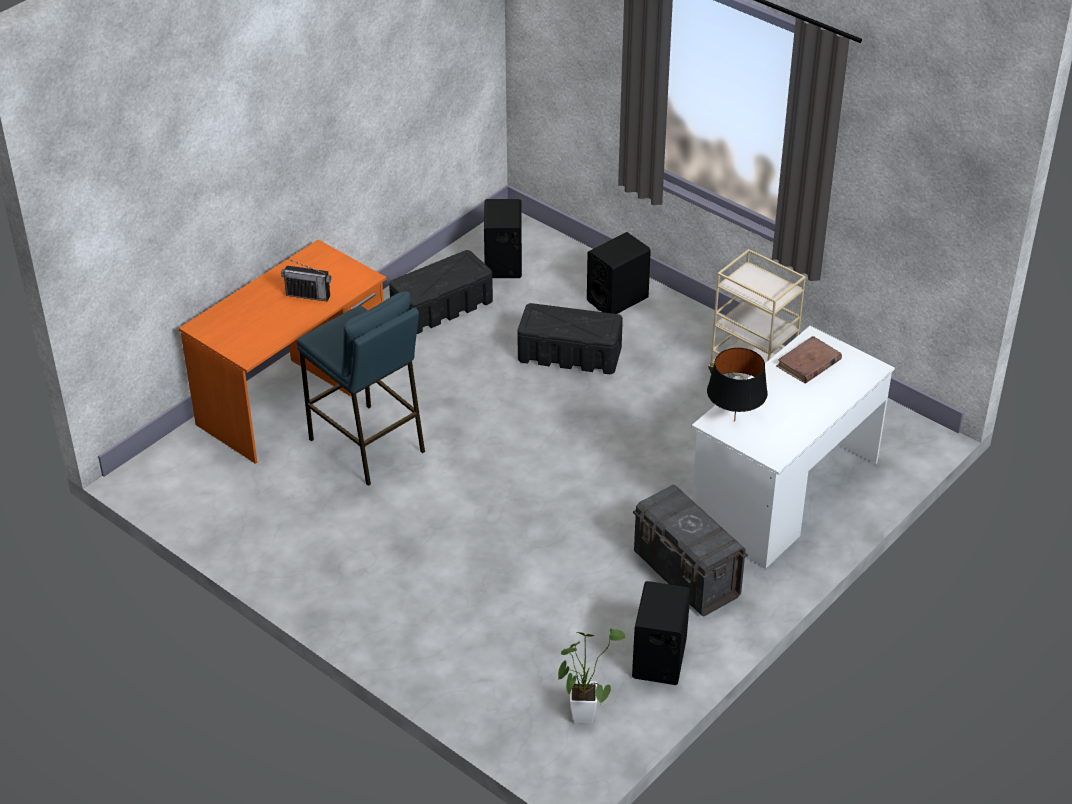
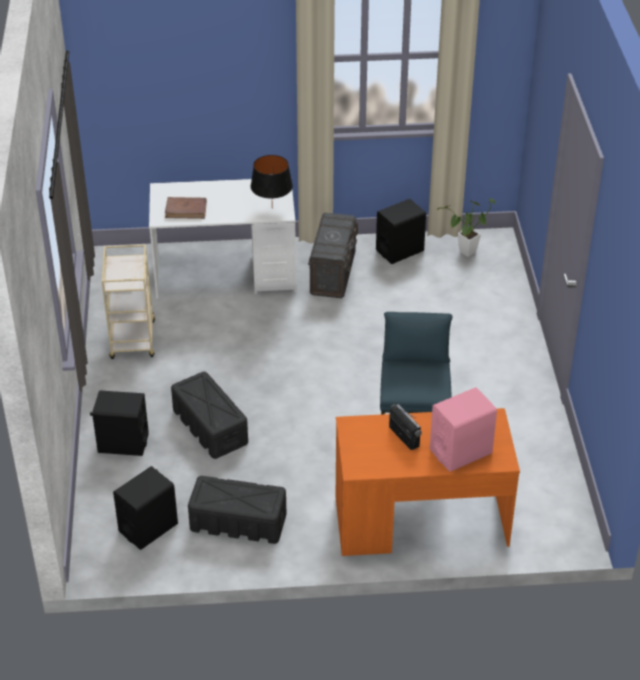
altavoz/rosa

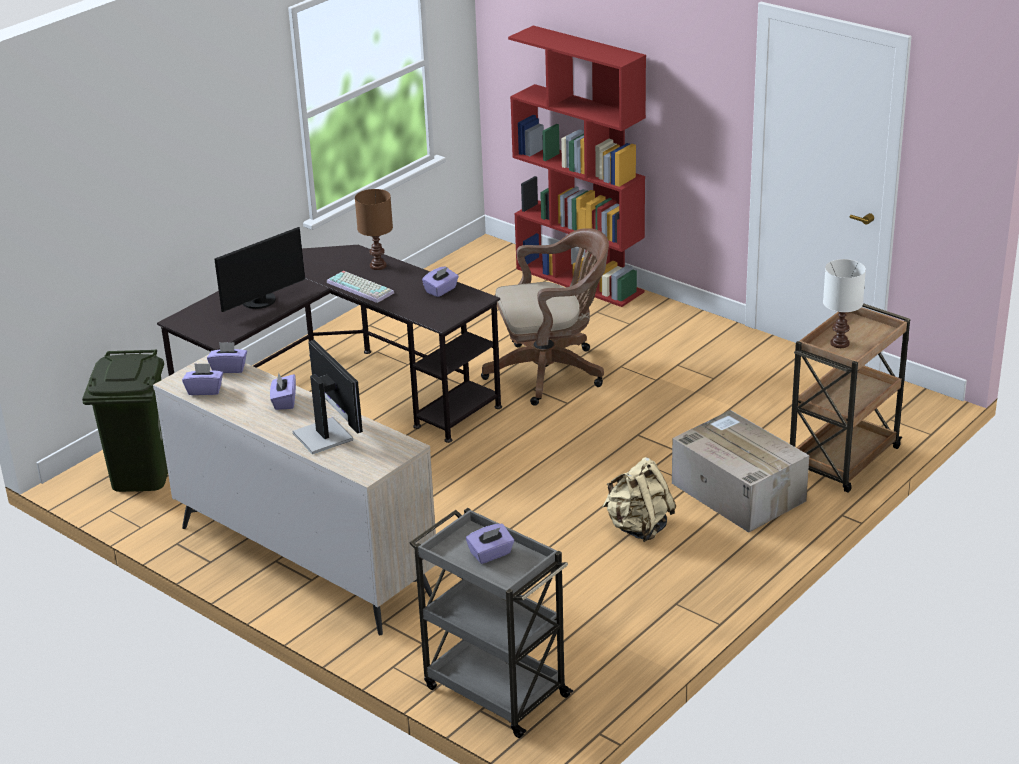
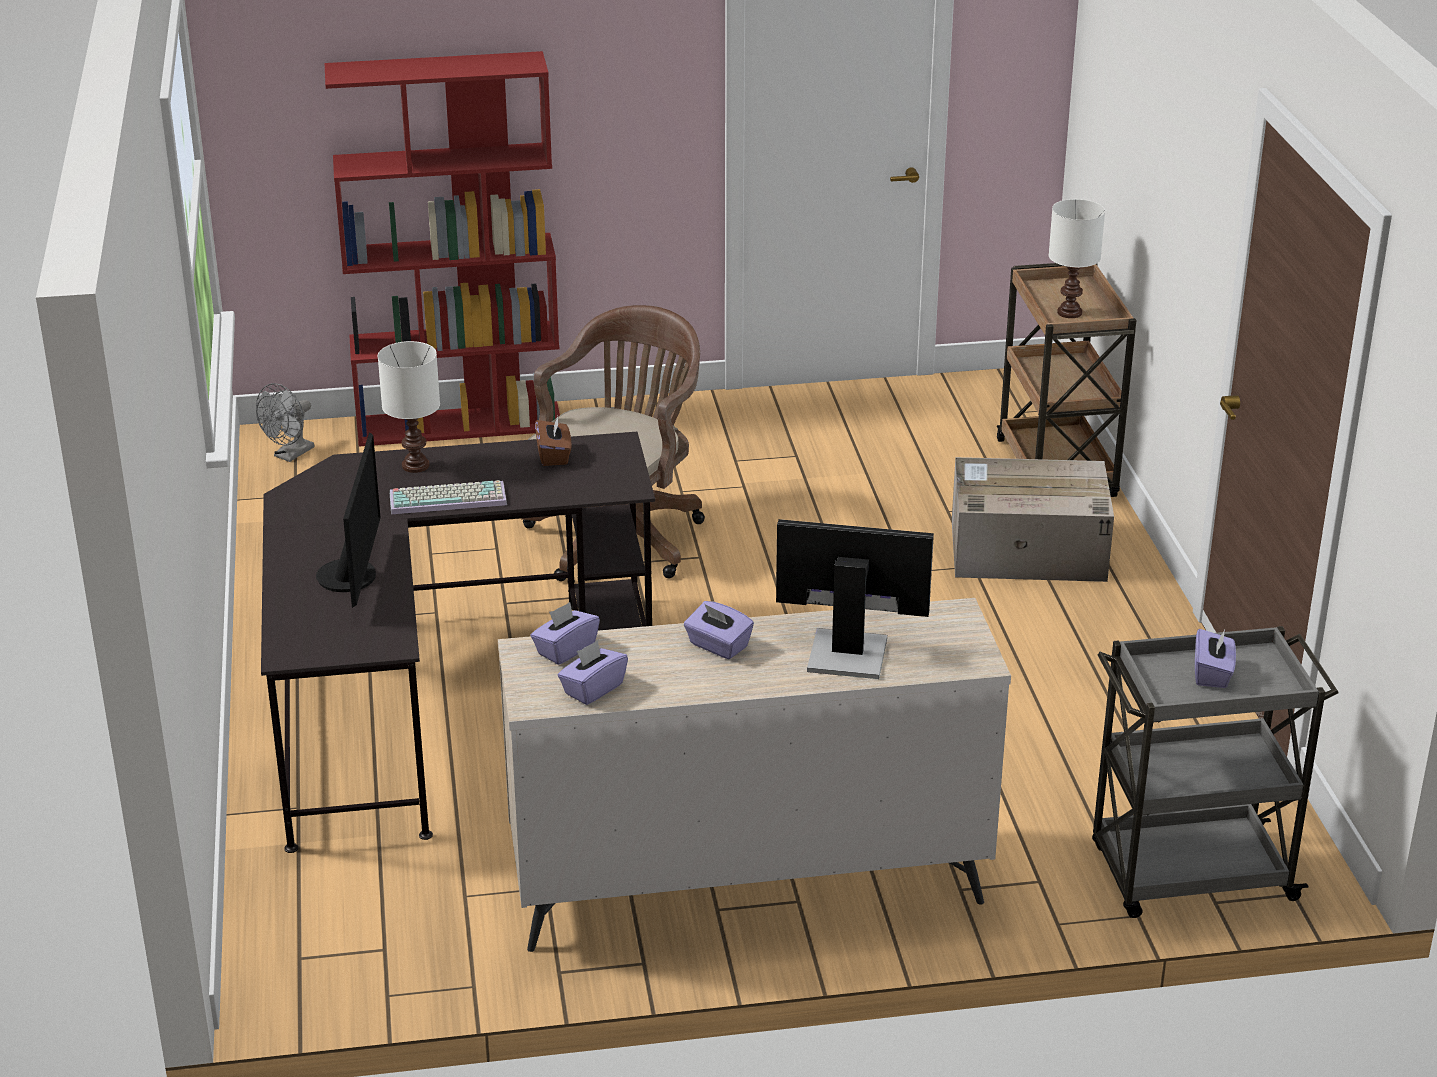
lámpara de mesa/blanco (no. 1 from left)
caja de pañuelos/marrón
papelera/verde
mochila/beis
ventilador/gris

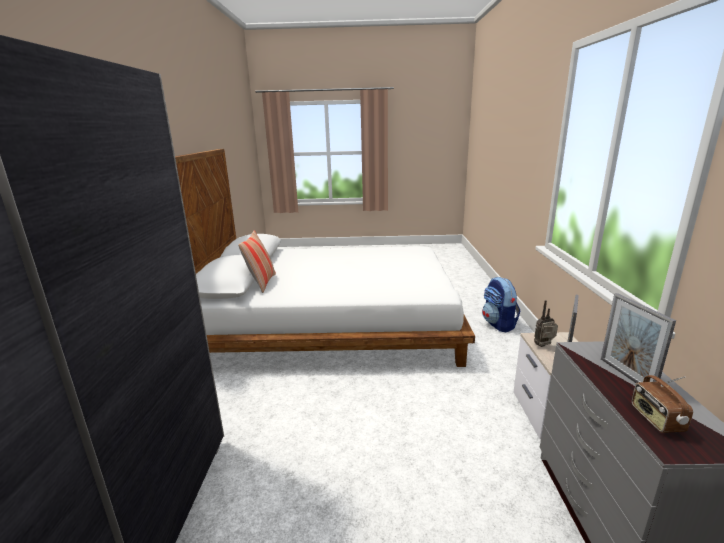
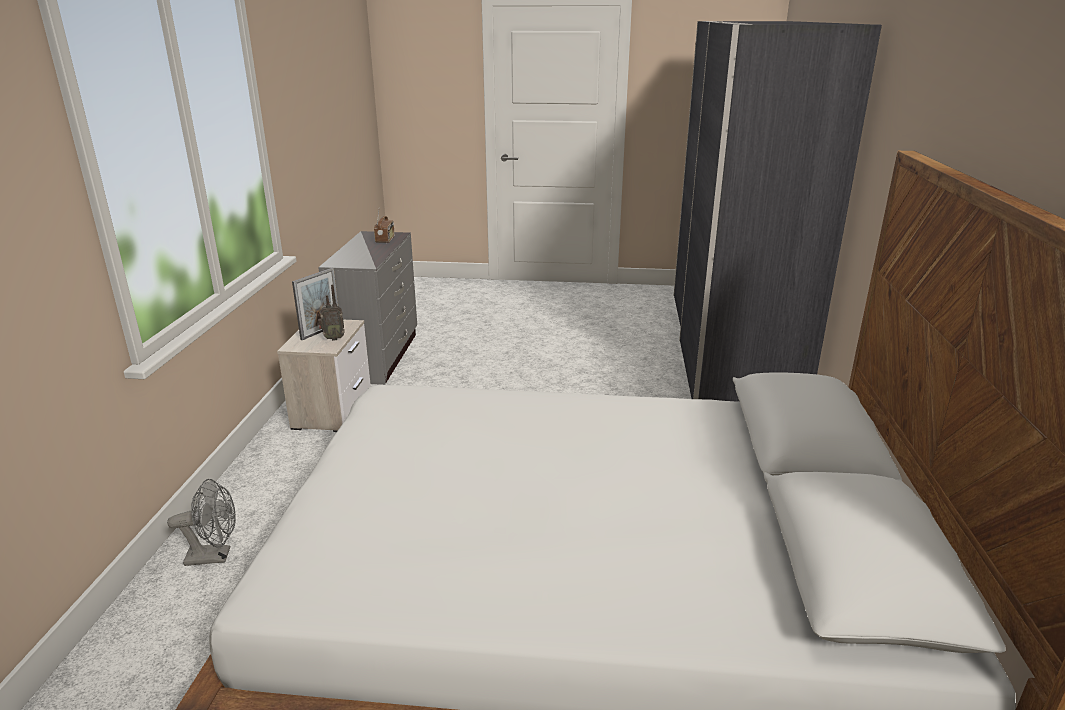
cojín
ventilador/gris
portarretratos (no. 2 from left in the first image)

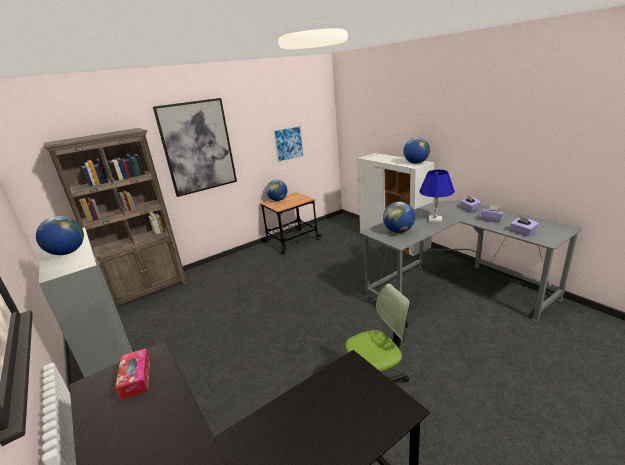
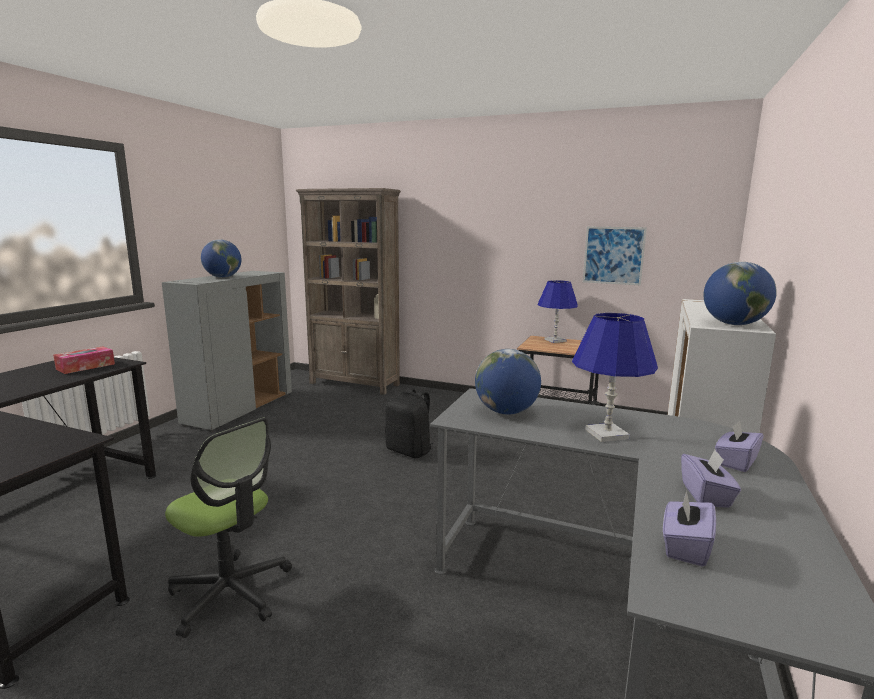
cuadro (no. 1 from left in the first image)
lámpara de mesa/azul (no. 1 from left)
mochila/negro

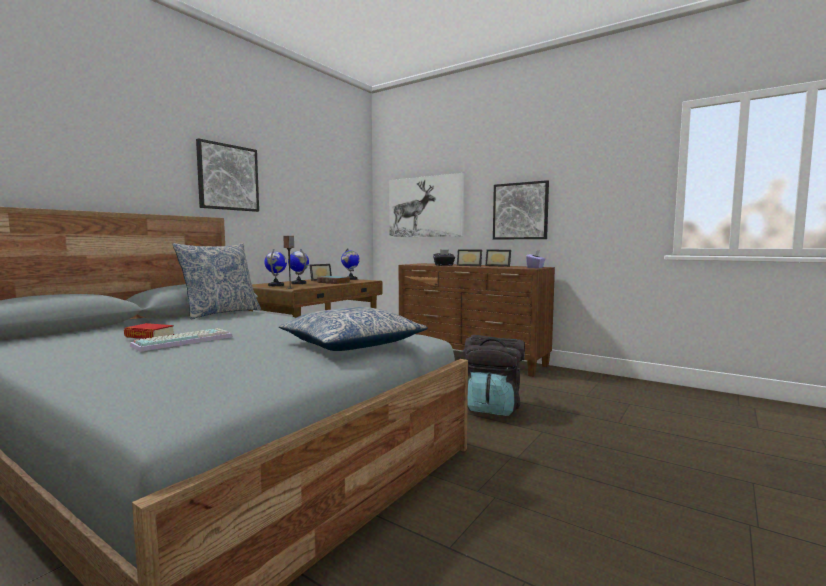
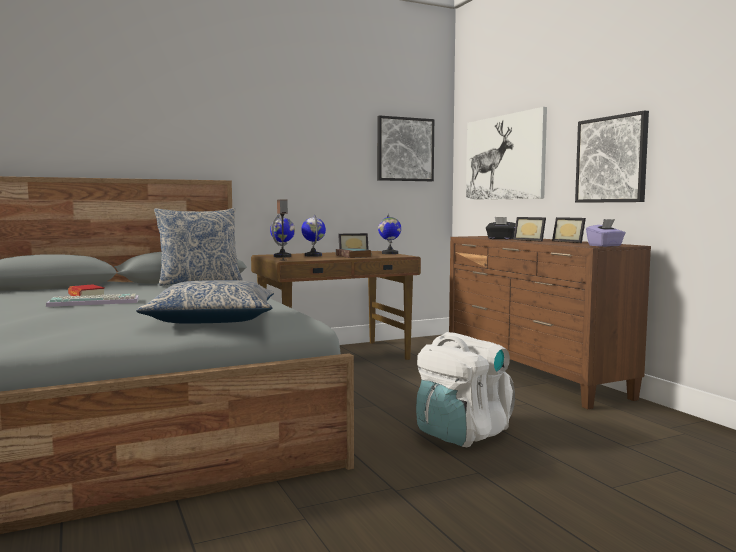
cuadro (no. 1 from left)
mochila/blanco

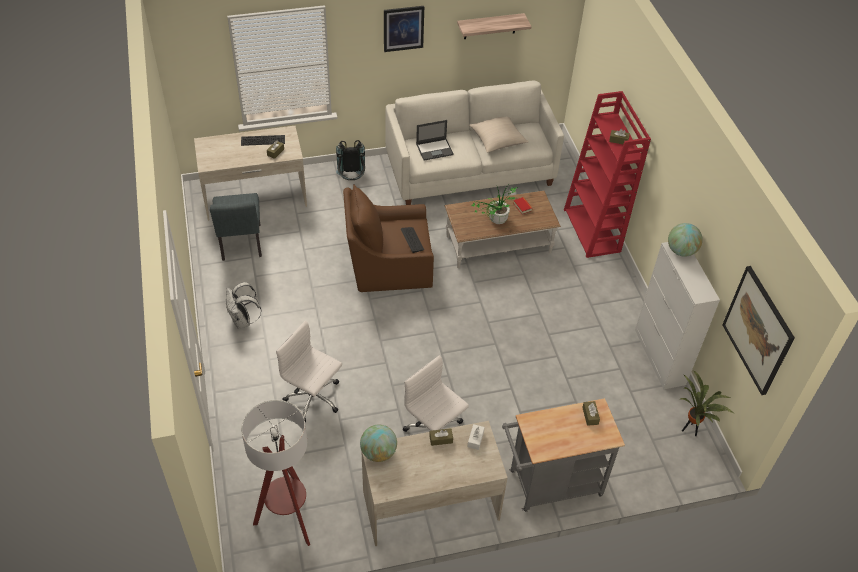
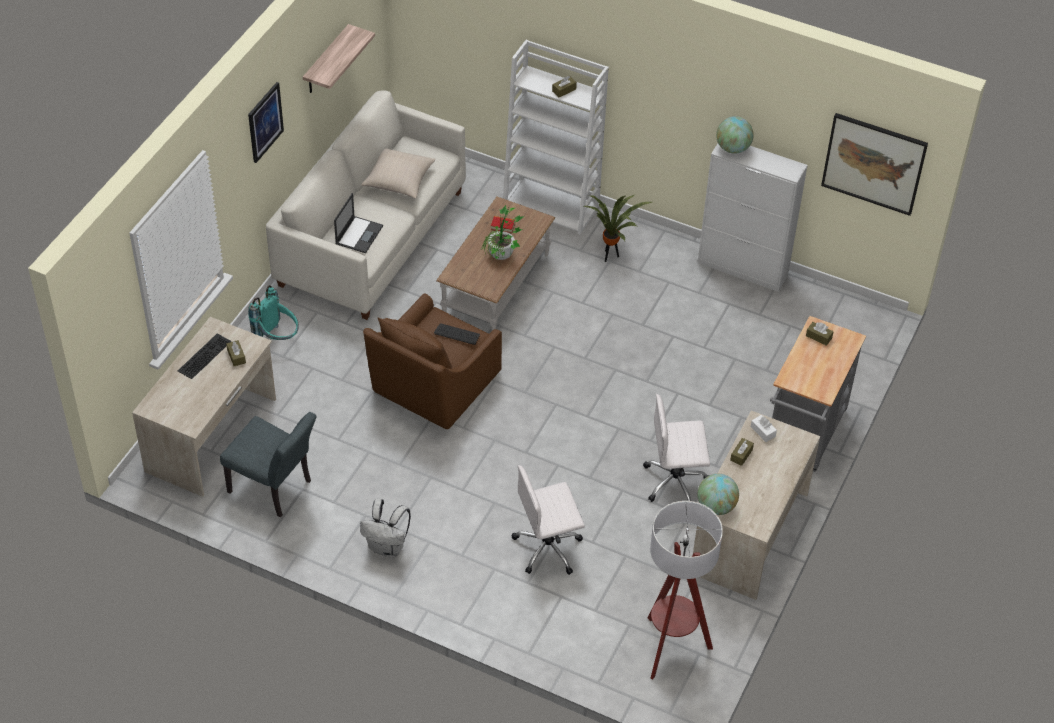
estantería/blanco
mochila/turquesa
planta en maceta (no. 2 from left)

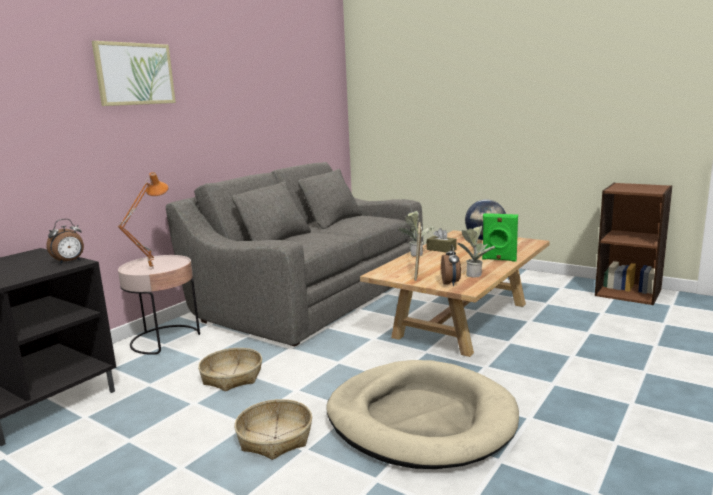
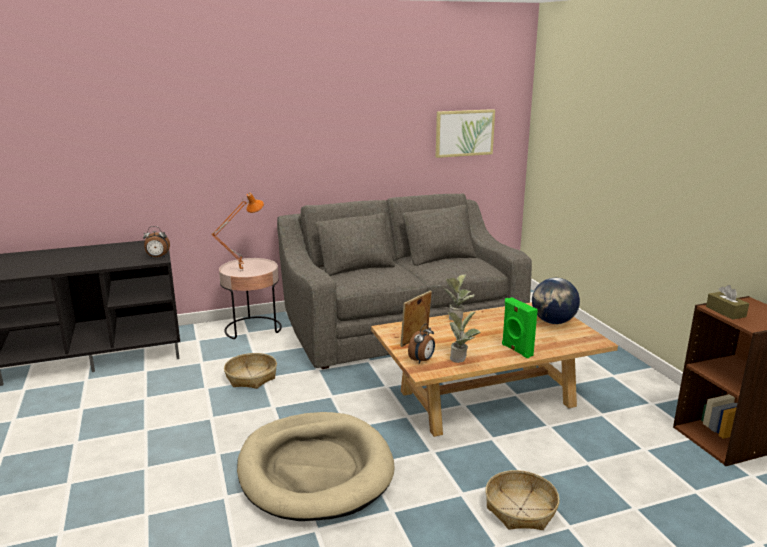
cuadro
caja de pañuelos/marrón
cesta (no. 2 from left)

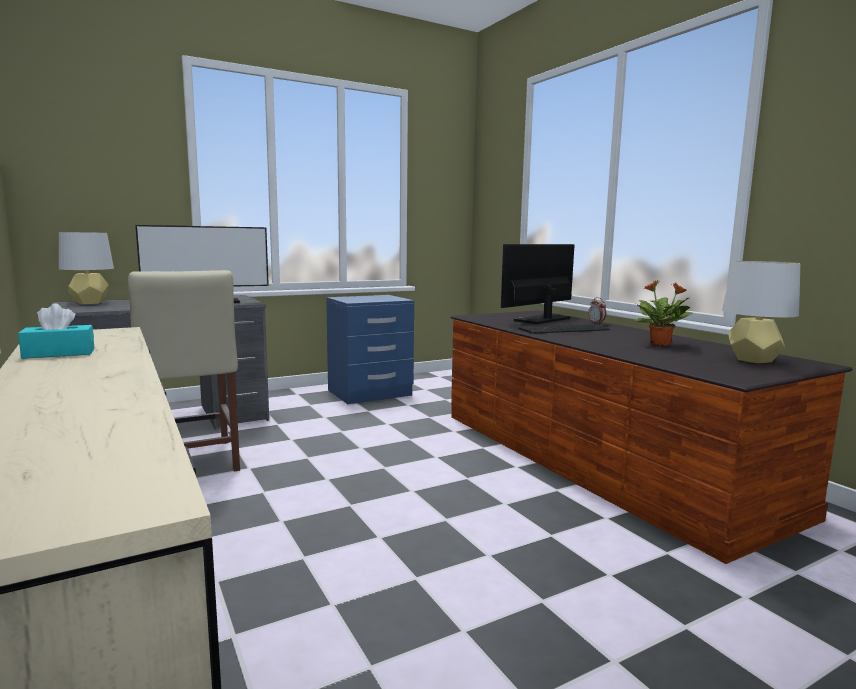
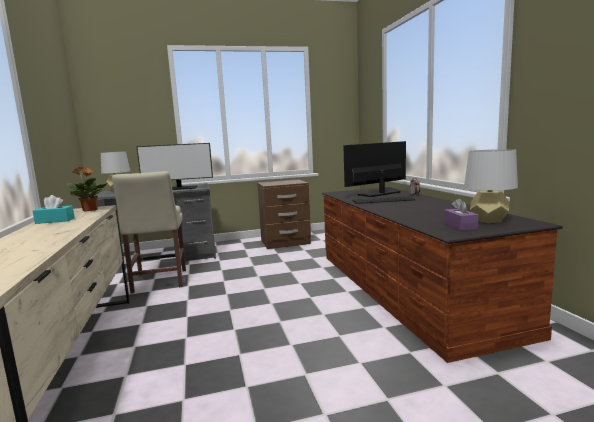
planta en maceta
mesita de noche/marrón
caja de pañuelos/morado

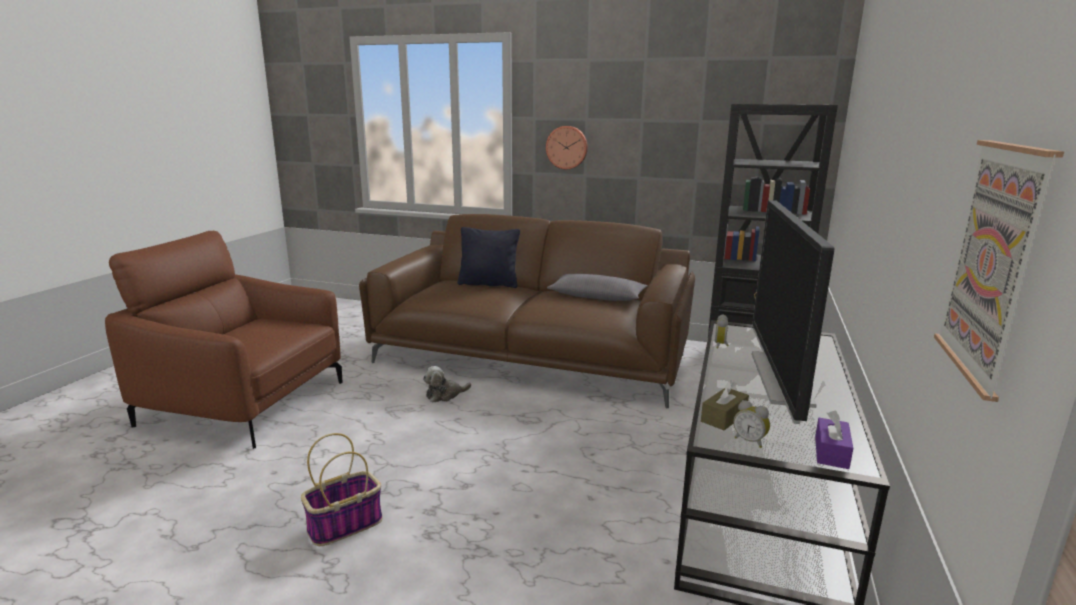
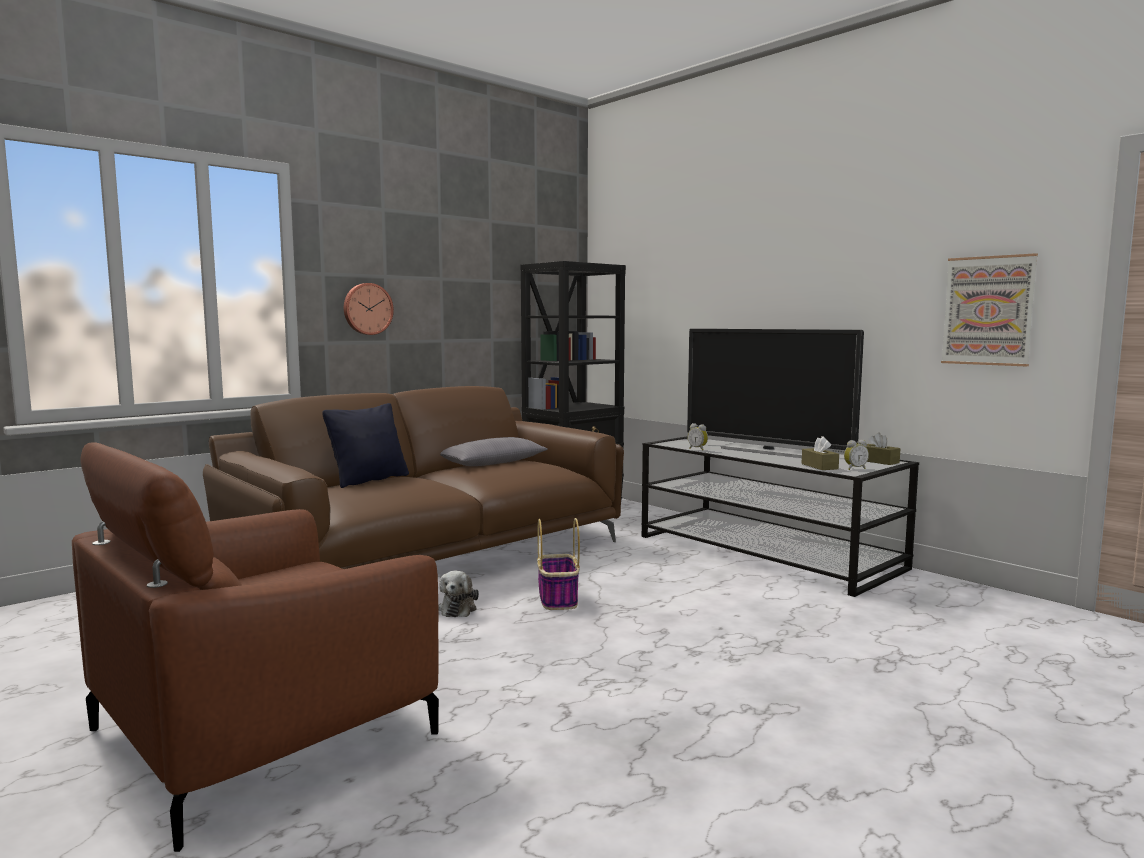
caja de pañuelos/marrón (no. 2 from left)
cesta

